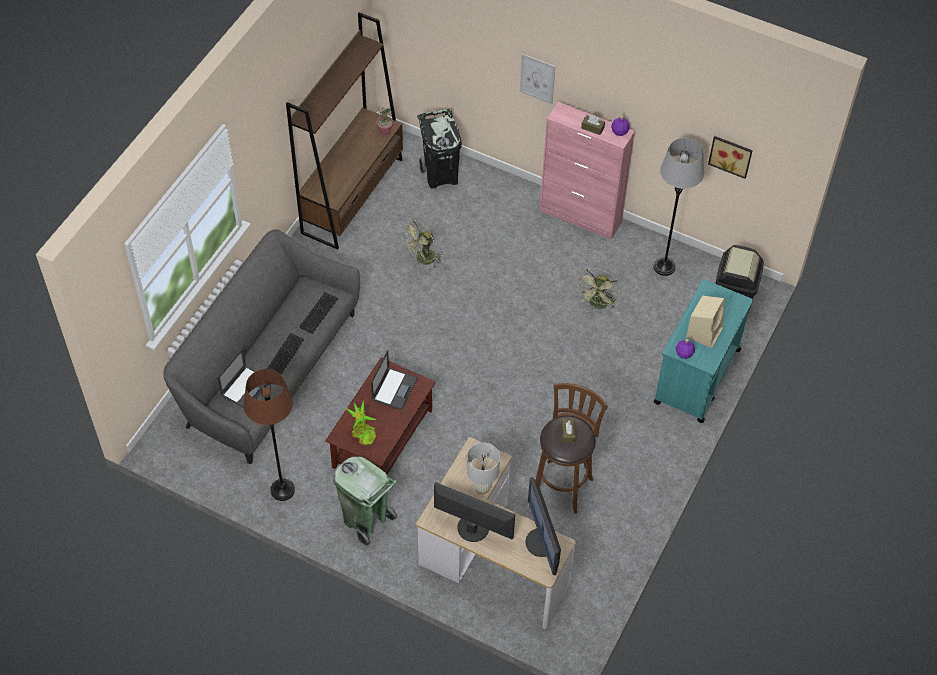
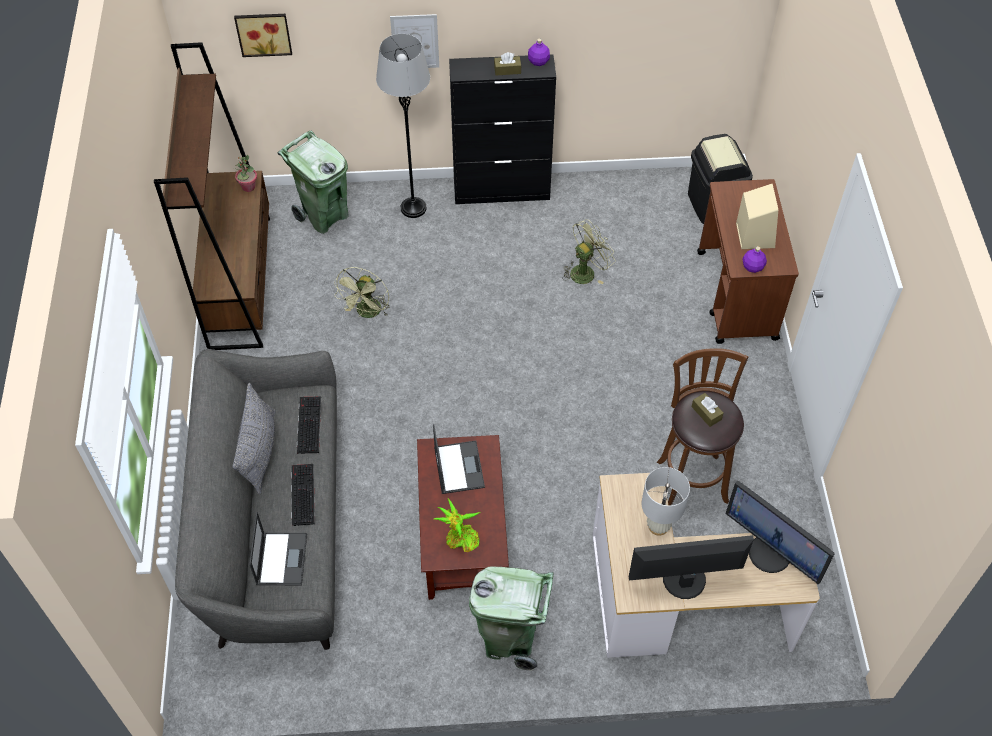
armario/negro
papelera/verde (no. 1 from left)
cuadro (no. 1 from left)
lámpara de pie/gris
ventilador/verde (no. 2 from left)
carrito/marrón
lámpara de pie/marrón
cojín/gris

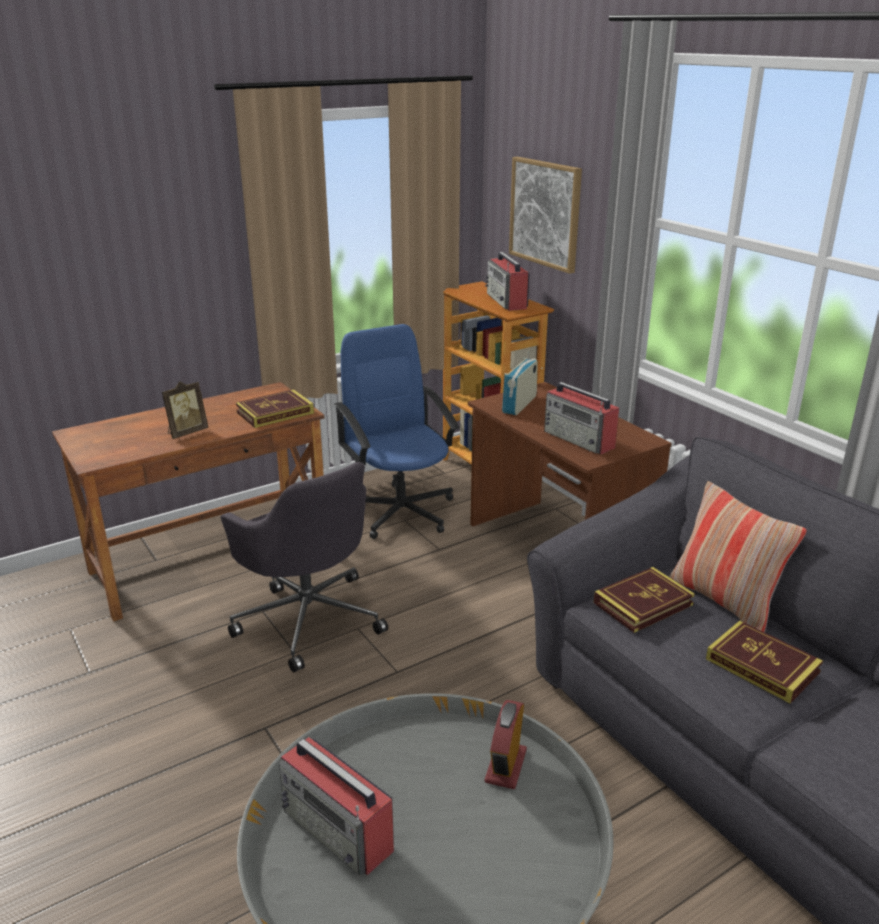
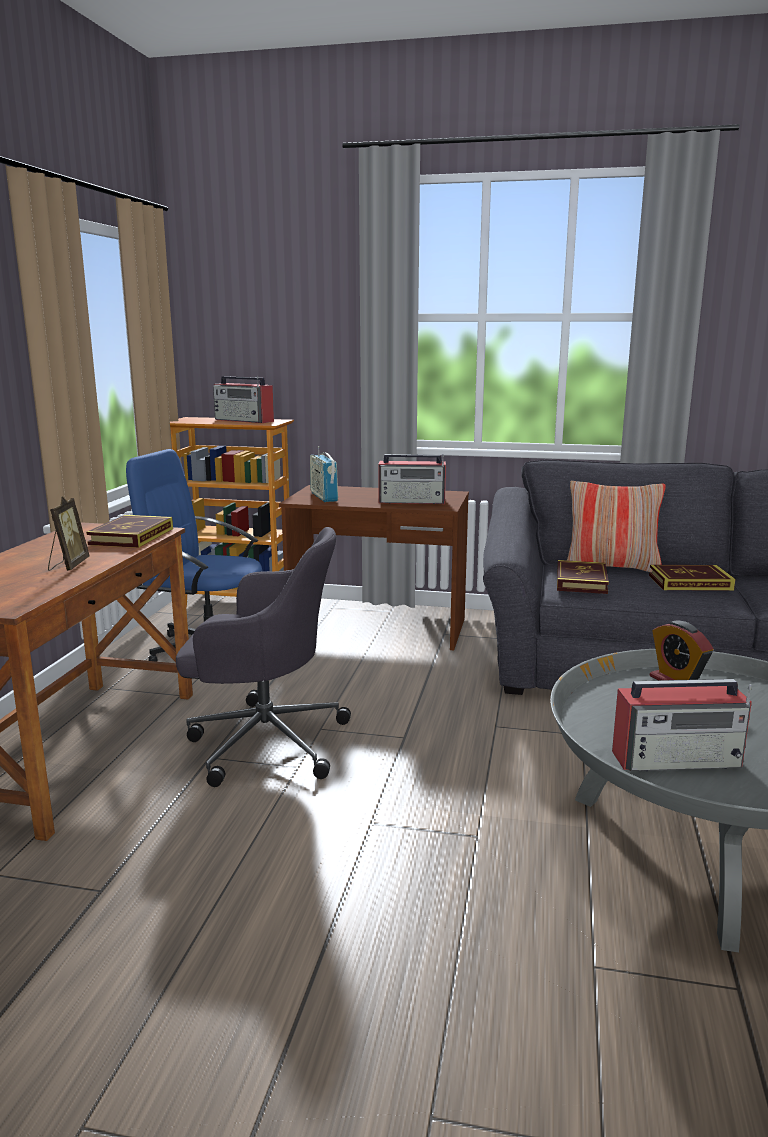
cuadro

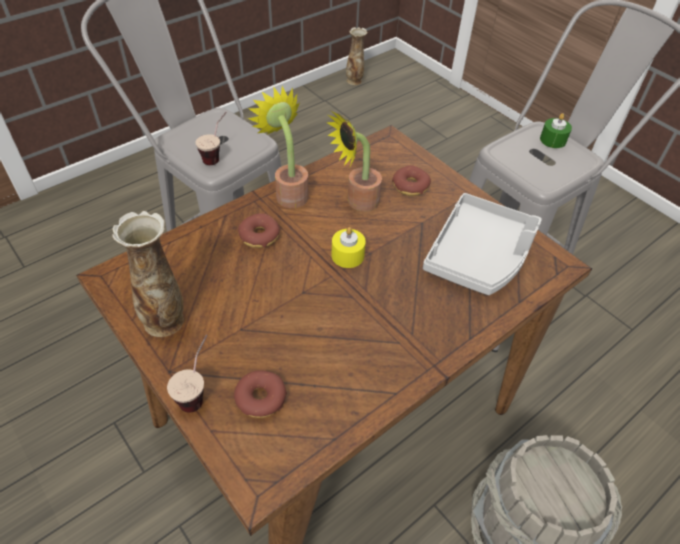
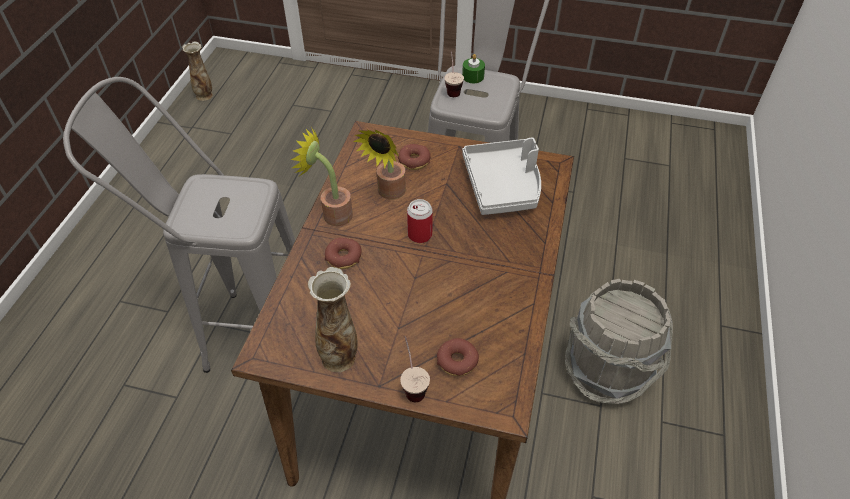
taza (no. 2 from left)
lata

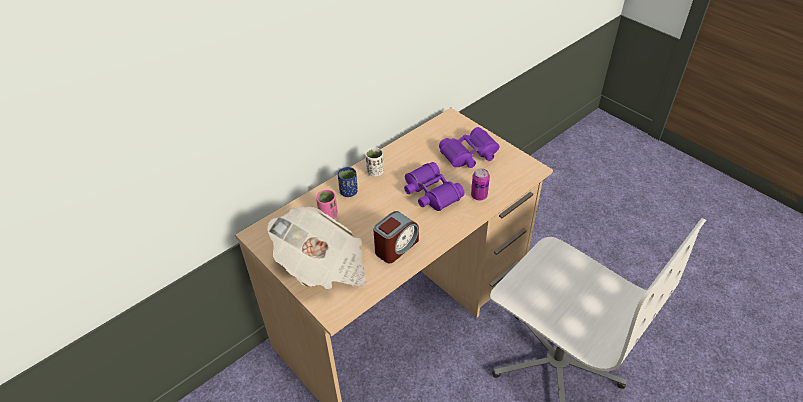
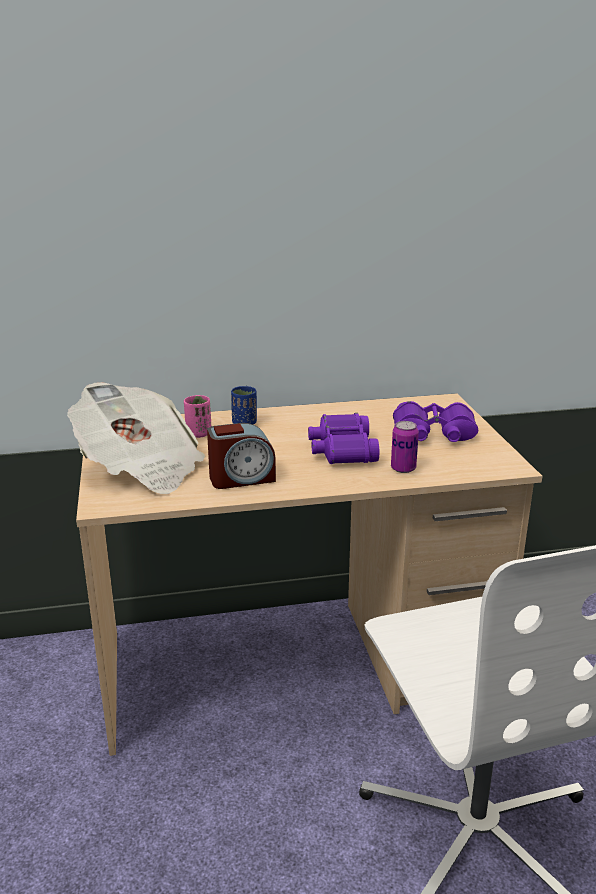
taza/blanco

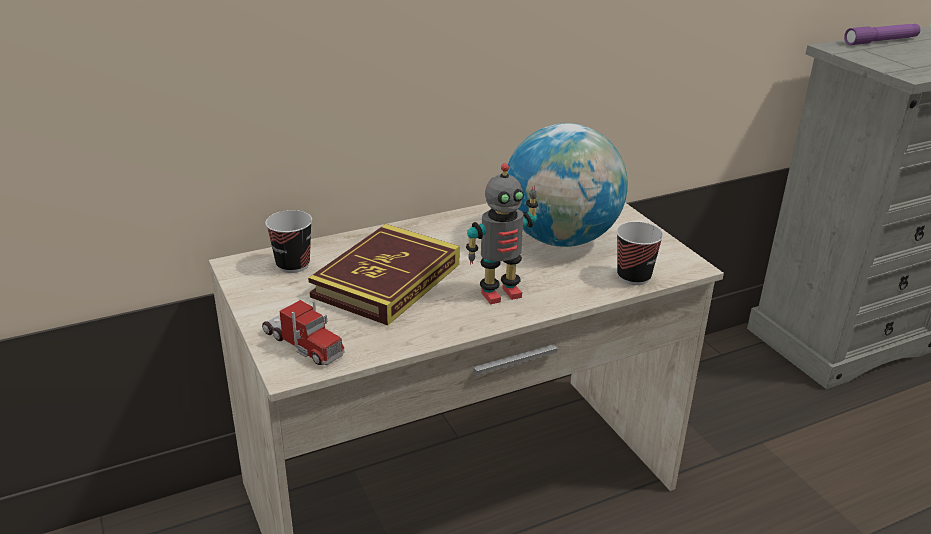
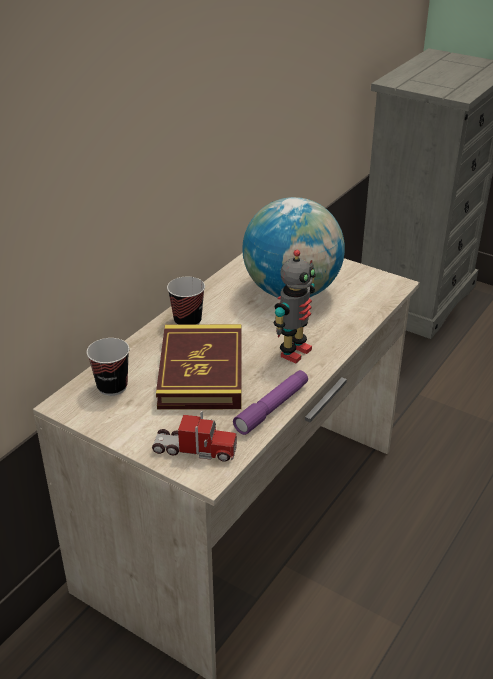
linterna/morado
taza (no. 2 from left)

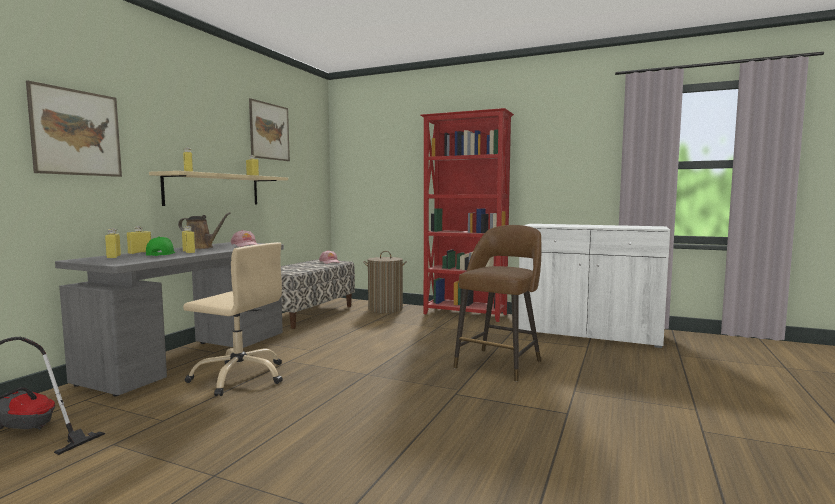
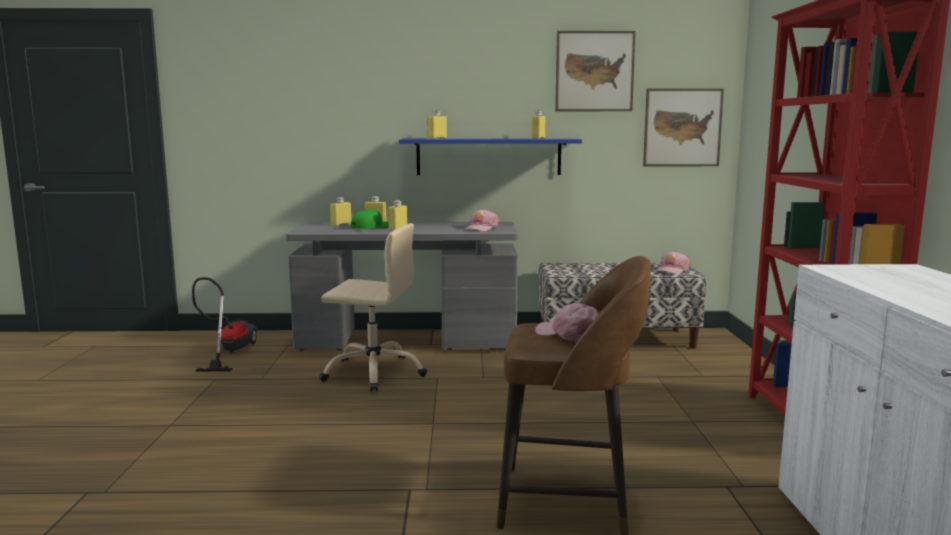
cuadro (no. 2 from left)
estante/azul
regadera/marrón
silla de oficina/beis
cesto de la ropa
gorra/rosa (no. 2 from left)

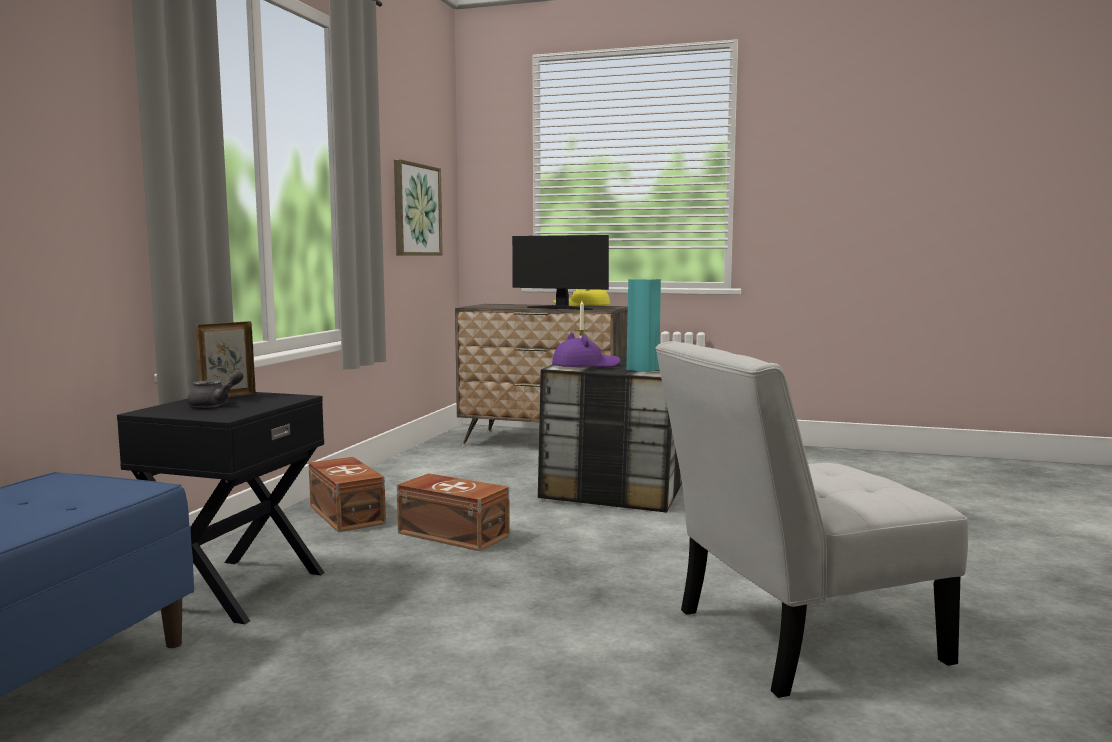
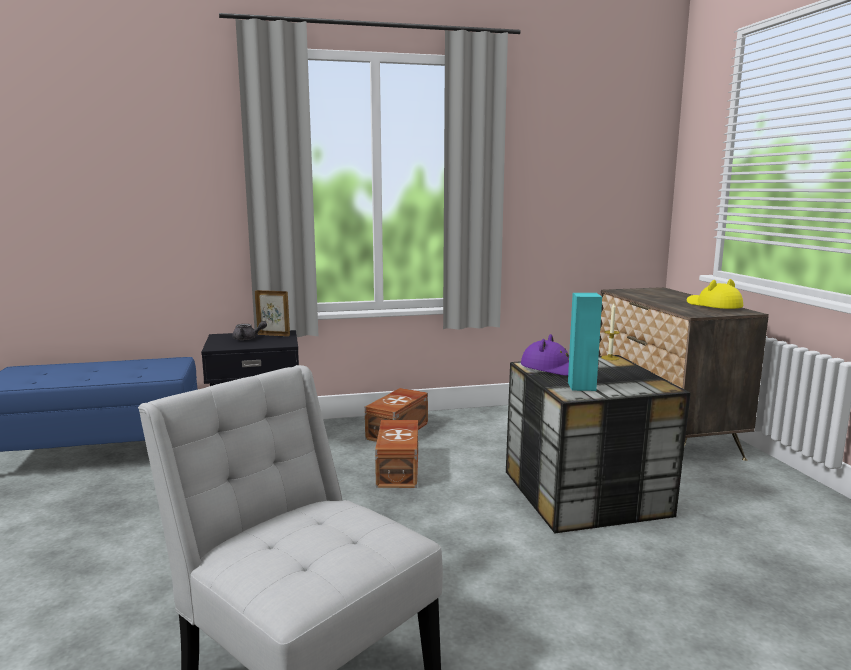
cuadro
monitor

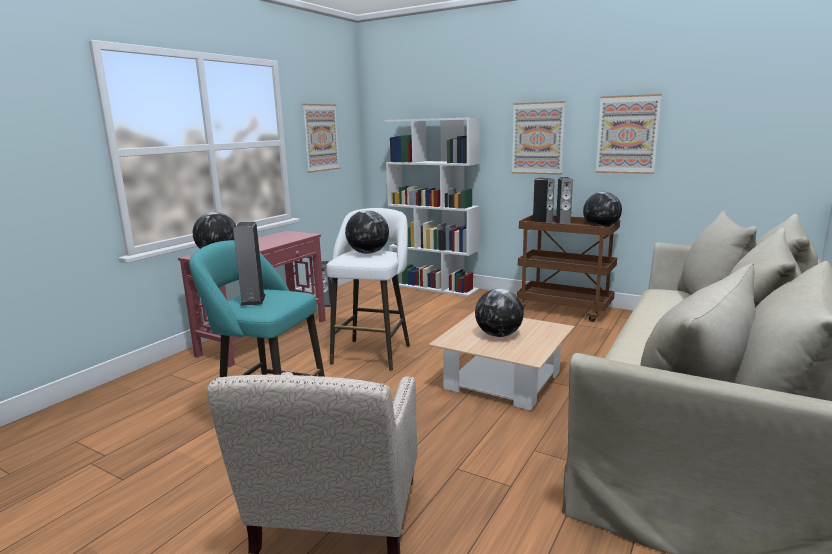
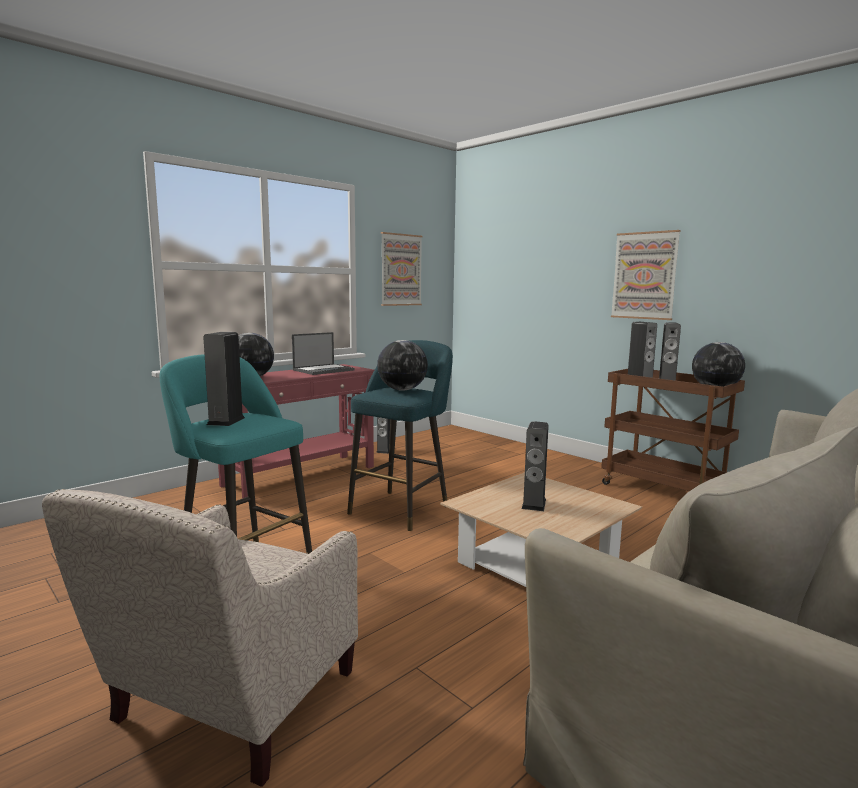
cuadro (no. 3 from left in the first image)
estantería/blanco
taburete/turquesa (no. 2 from left)
altavoz (no. 3 from left)
portátil

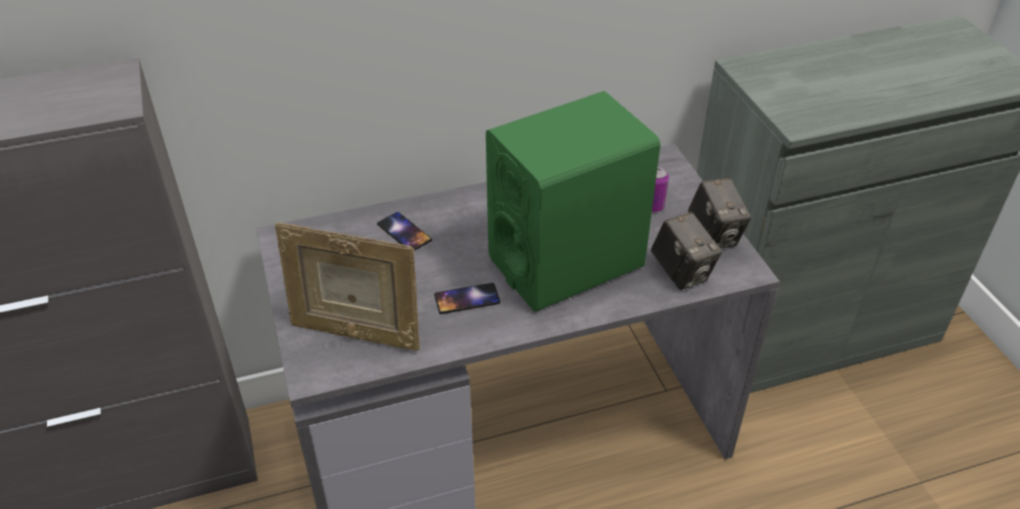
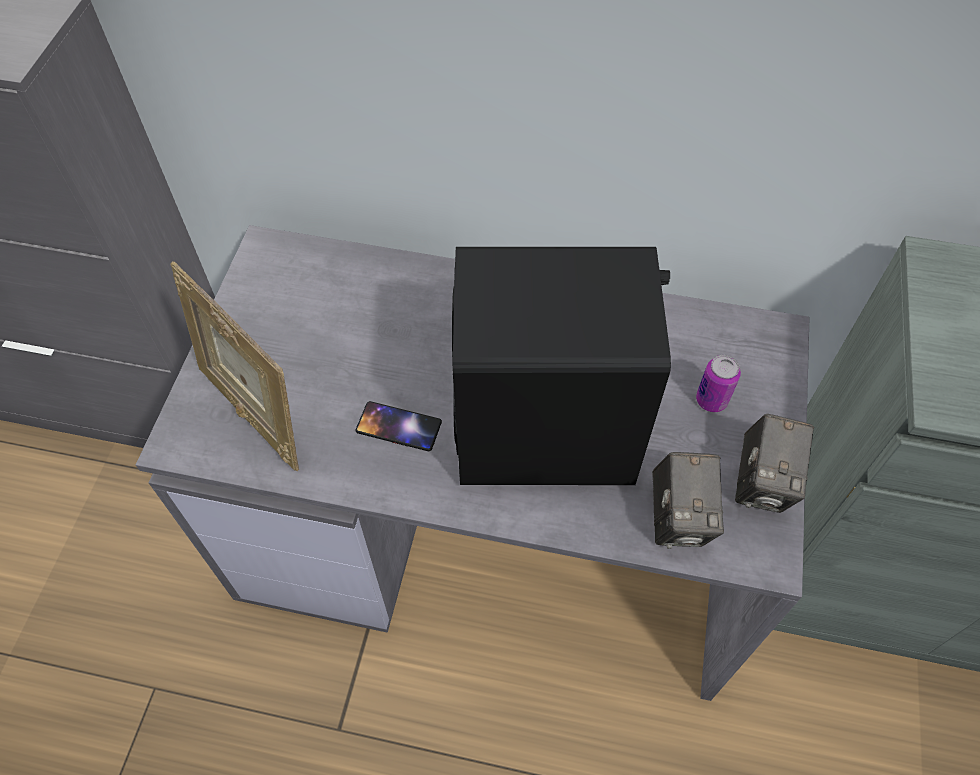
altavoz/negro
móvil (no. 1 from left in the first image)

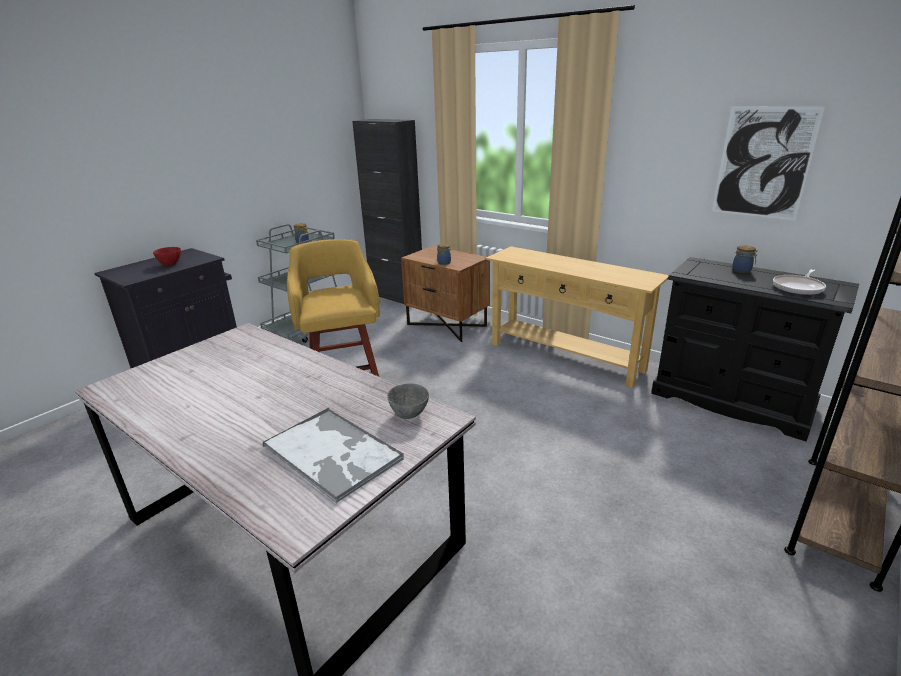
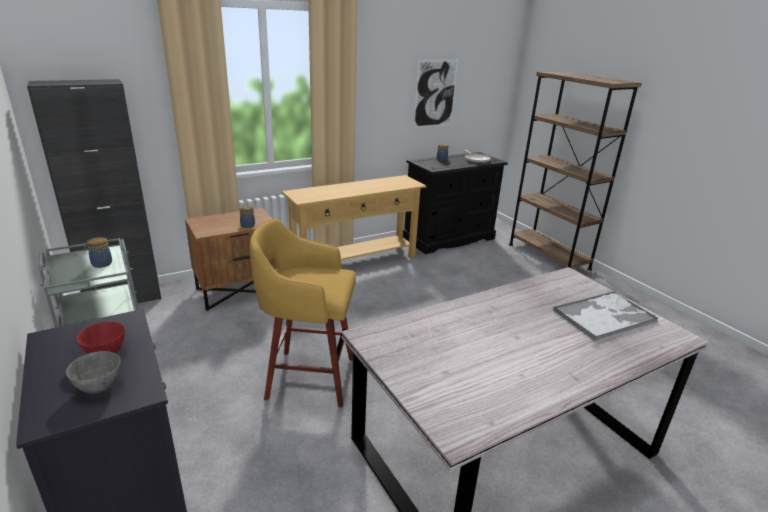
cuenco/gris

